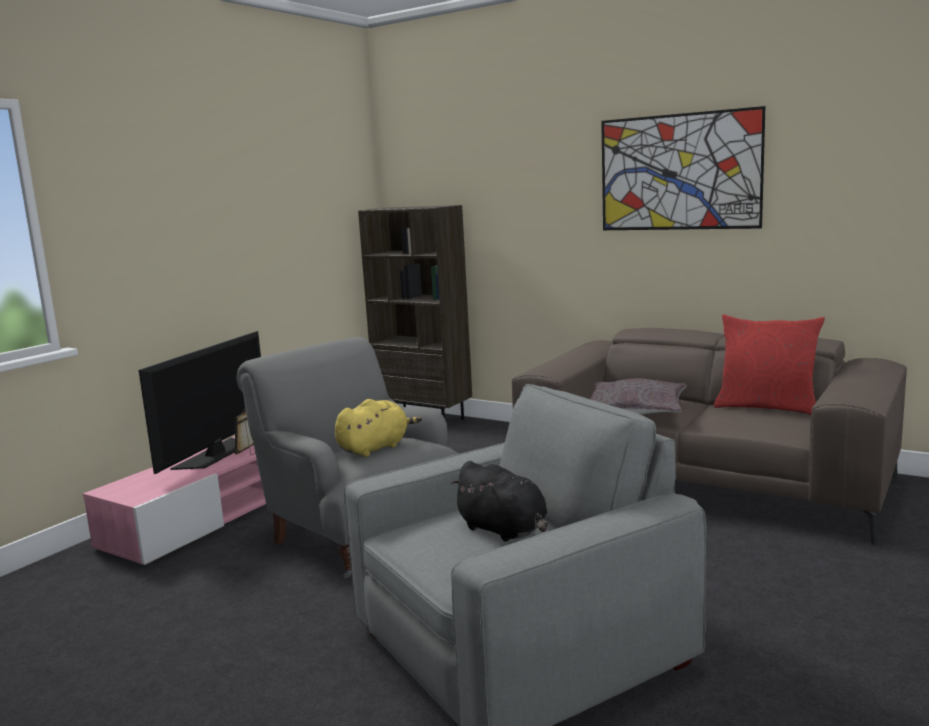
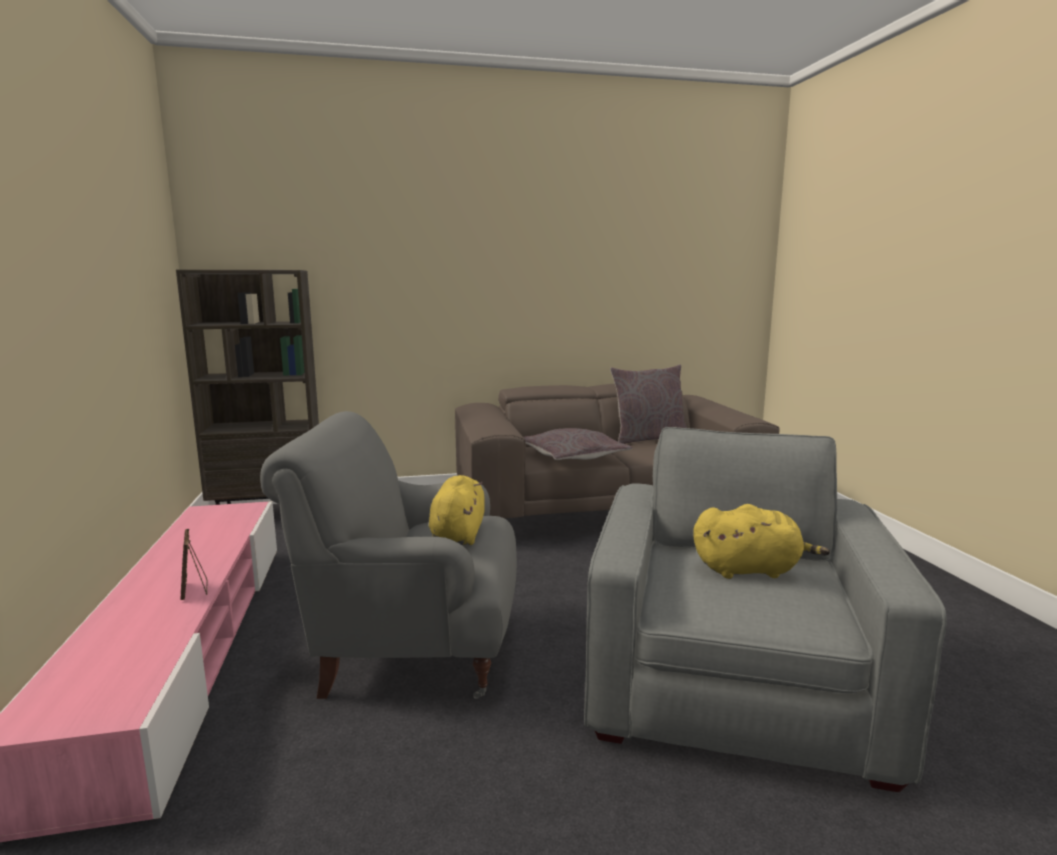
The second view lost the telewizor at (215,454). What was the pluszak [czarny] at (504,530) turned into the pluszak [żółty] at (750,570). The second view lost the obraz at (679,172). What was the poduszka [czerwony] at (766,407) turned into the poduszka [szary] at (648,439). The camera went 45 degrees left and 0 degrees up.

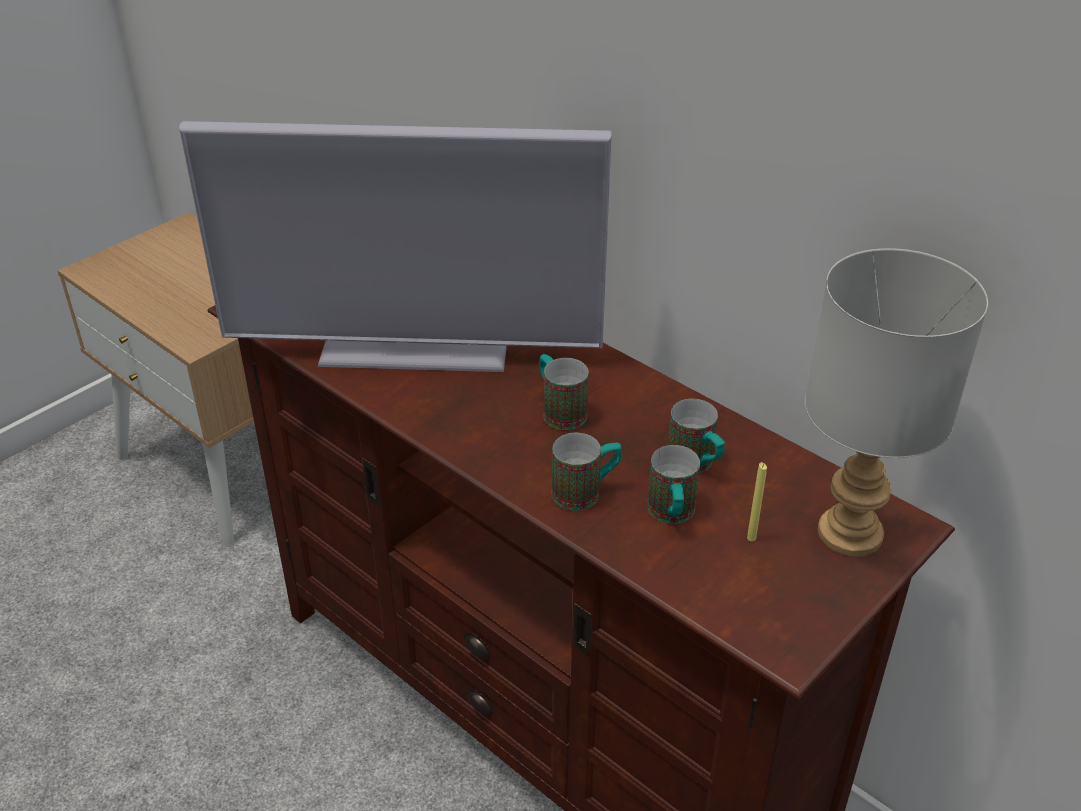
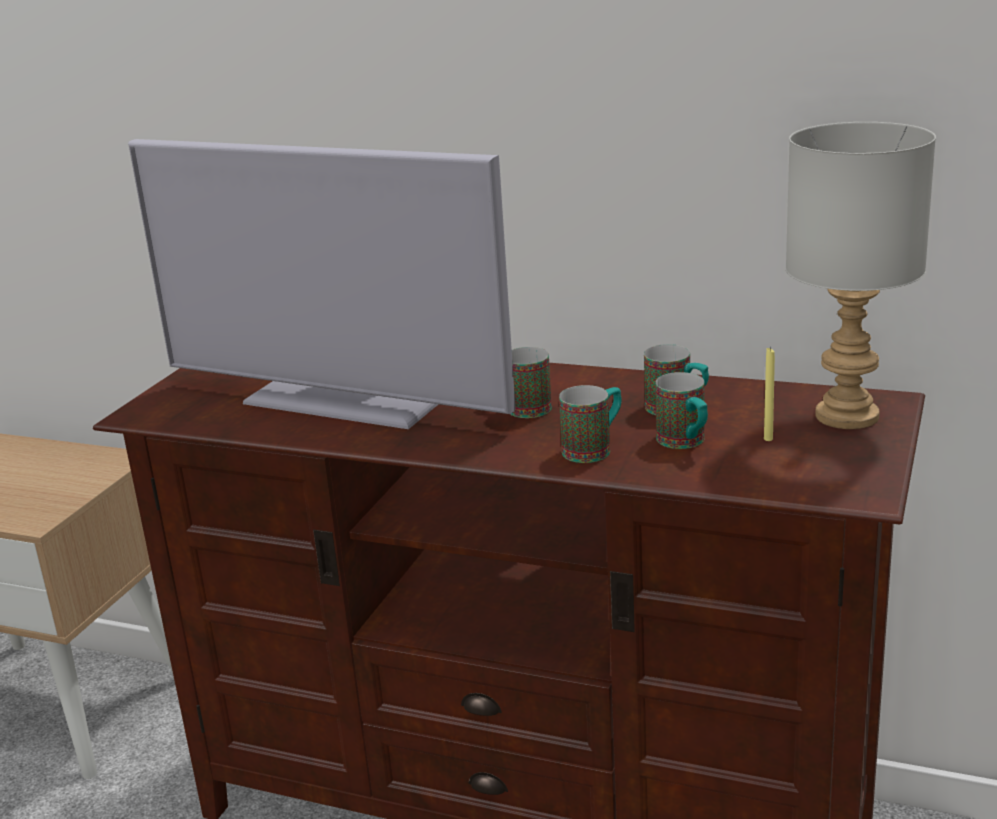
The telewizor at (414,349) ended up facing another way, 45 degrees clockwise from before. The camera went 20 degrees left and 15 degrees down.

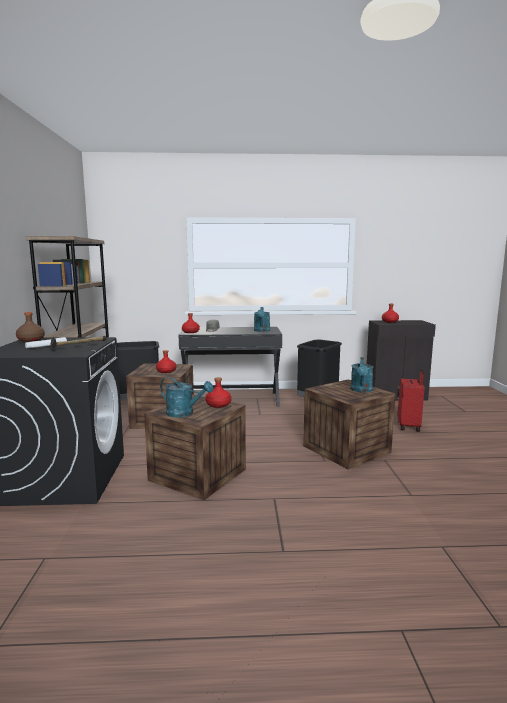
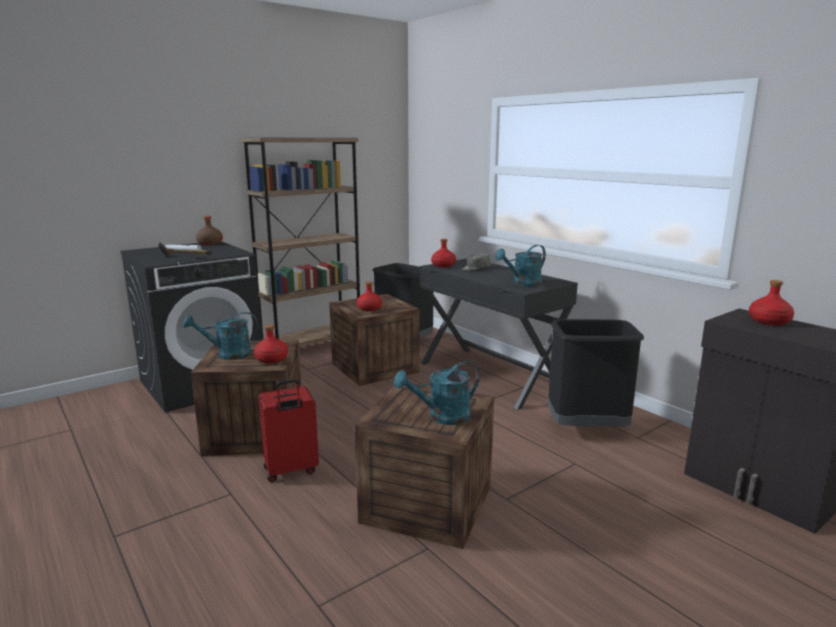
The konewka [turkusowy] at (184,413) ended up facing another way, 90 degrees clockwise from before. The walizka [czerwony] ended up elsewhere, having gone from (409,426) to (291,471). The camera went 55 degrees right and 5 degrees up.

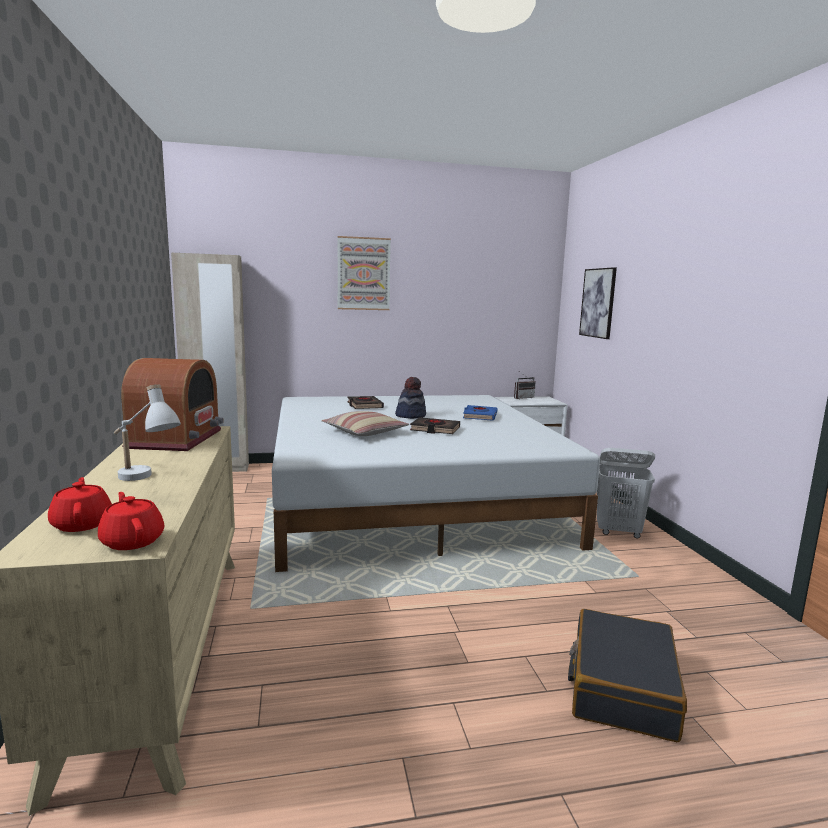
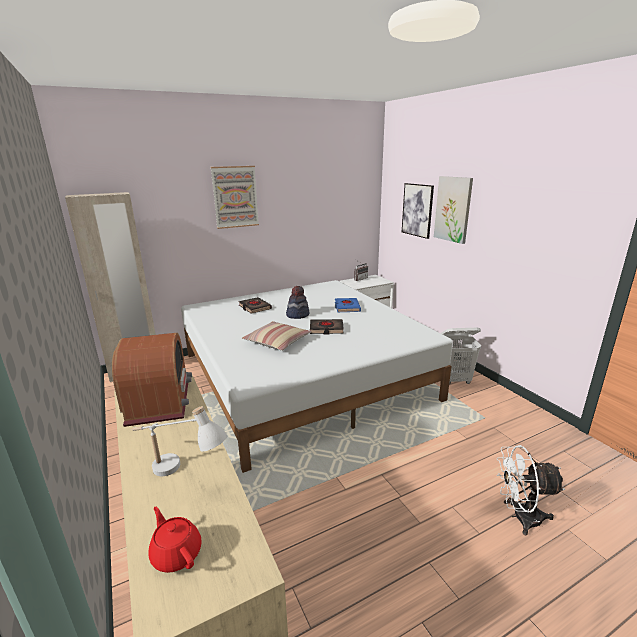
The second view lost the imbryk [czerwony] at (132,541). Where the walizka [czarny] stood at (621,687), the wentylator [biały] came to stand at (519,517). The second view gained the obraz at (453,209). The camera went 15 degrees left and 10 degrees up.

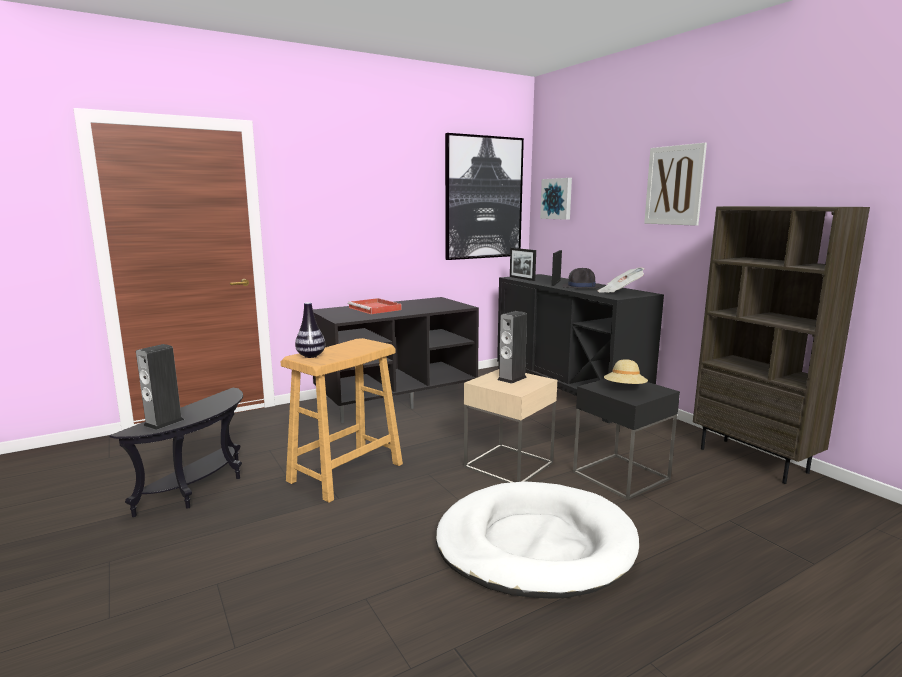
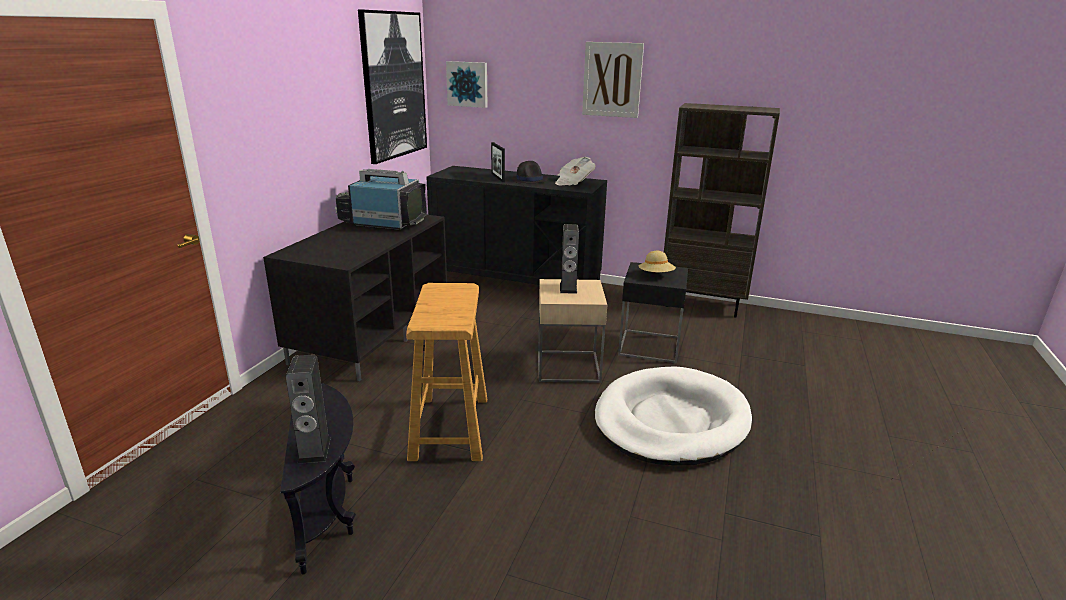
The second view lost the wazon at (311,356). The second view lost the taca [czerwony] at (375,309). The second view lost the ramka na zdjęcie at (522,278). The second view gained the telewizor at (383,223). The camera went 40 degrees left and 10 degrees up.

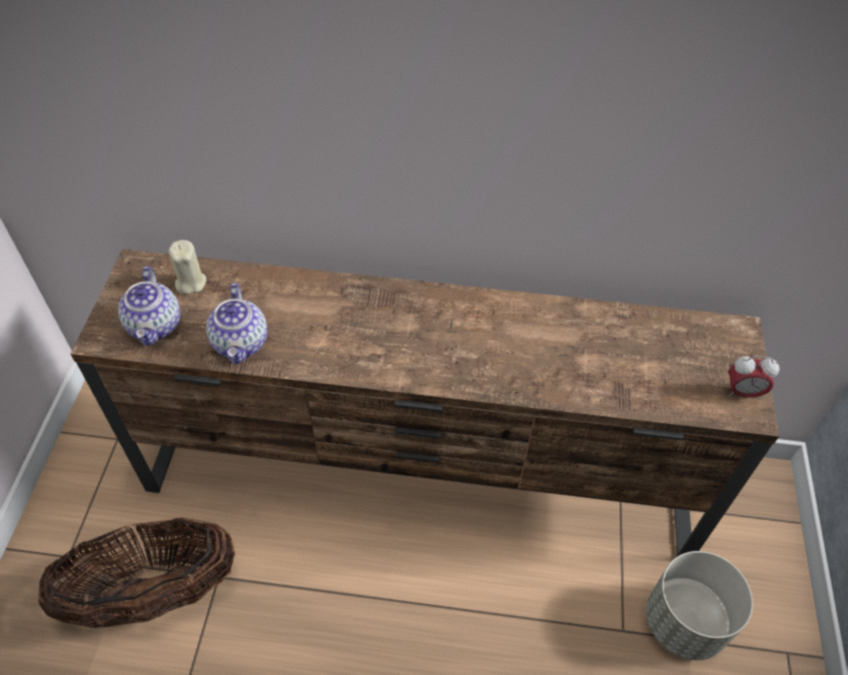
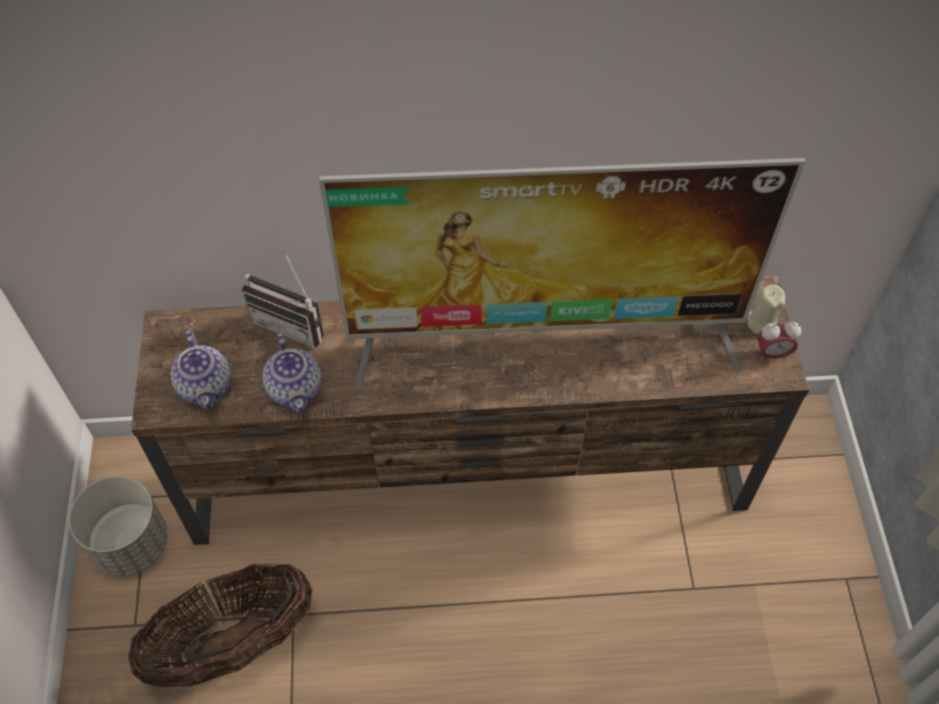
The świeca [beżowy] ended up elsewhere, having gone from (190,282) to (761,322). The donica [szary] ended up elsewhere, having gone from (685,622) to (132,544). The second view gained the radio at (293,323). The second view gained the telewizor at (545,338). The camera went 10 degrees left and 5 degrees up.

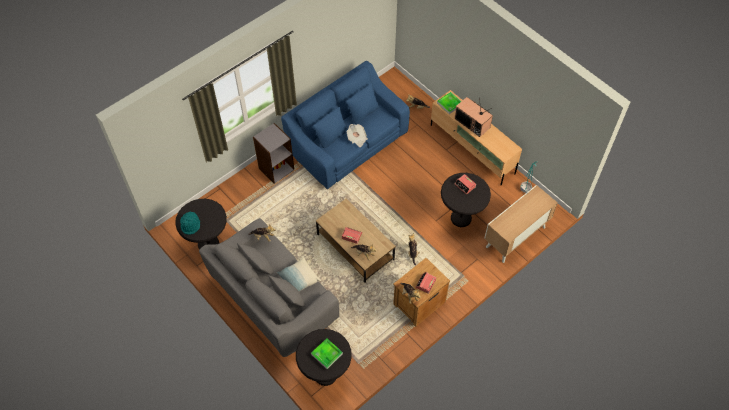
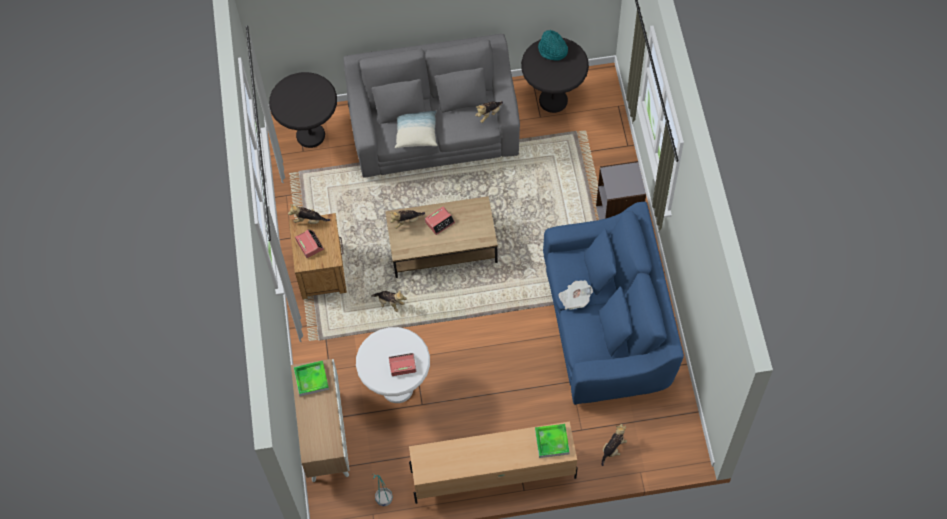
The taca ended up elsewhere, having gone from (327,354) to (311,379). What was the stolik [czarny] at (461,218) turned into the stolik [biały] at (397,388). The second view lost the telewizor at (473,123). The camera went 125 degrees right and 5 degrees up.

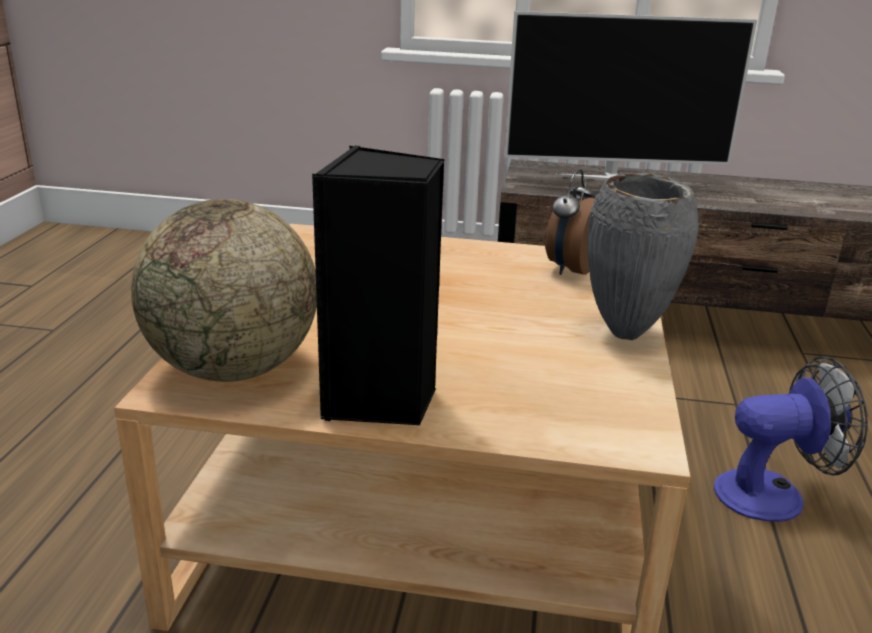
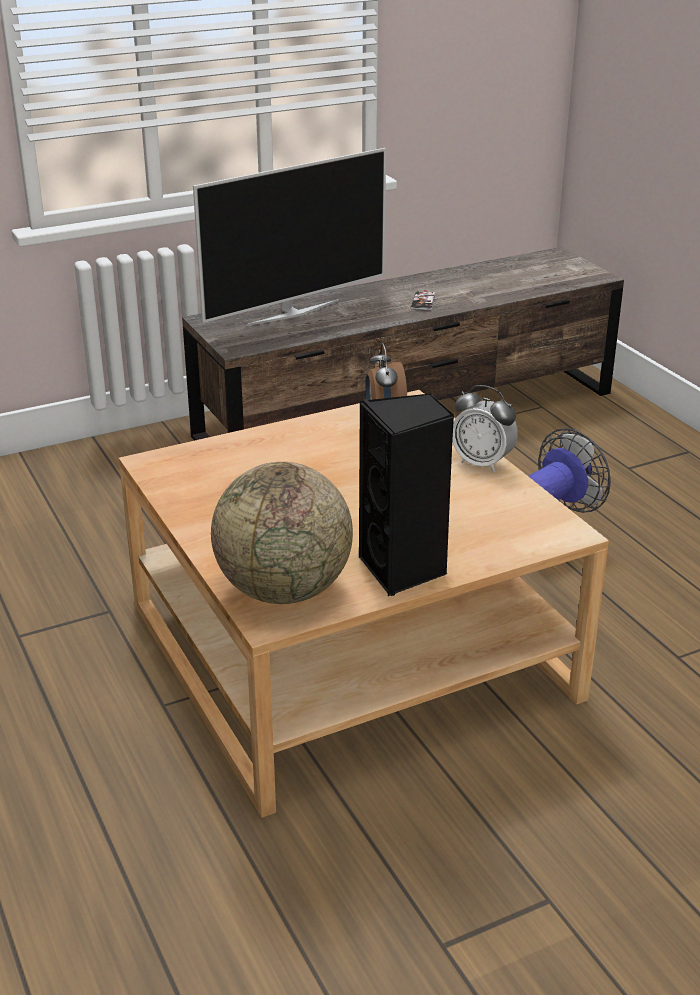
Where the wazon [szary] stood at (628,335), the budzik came to stand at (482,463). The second view gained the telefon at (423,302). The camera went 35 degrees left and 5 degrees up.

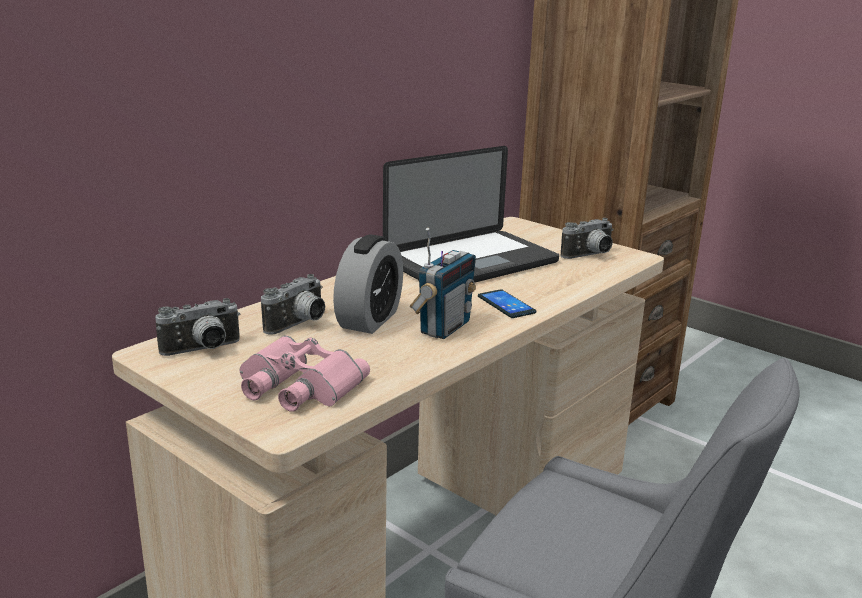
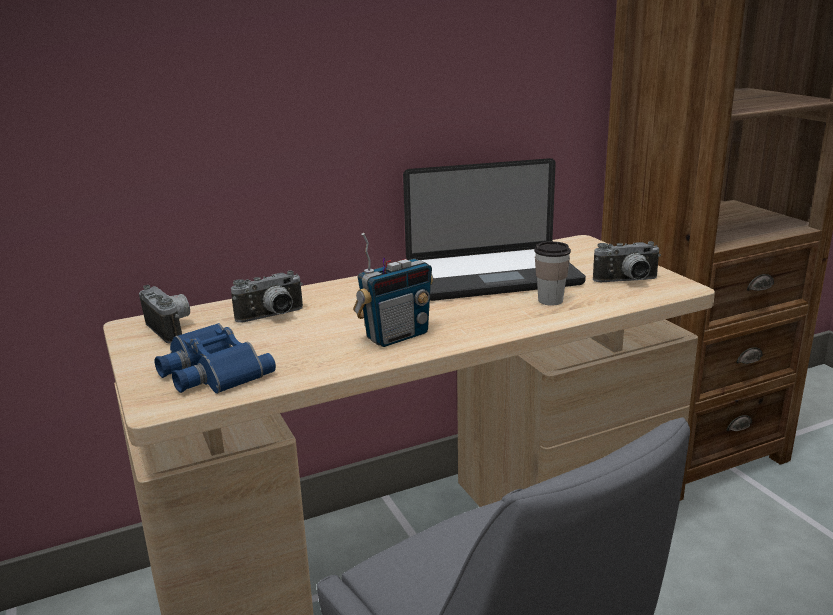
The aparat fotograficzny at (203,350) ended up facing another way, 120 degrees counterclockwise from before. What was the lornetka [różowy] at (297,386) turned into the lornetka [niebieski] at (210,371). The second view lost the budzik at (369,319). The second view lost the telefon at (506,305). The second view gained the filiżanka at (550,300). The camera went 25 degrees right and 0 degrees up.

